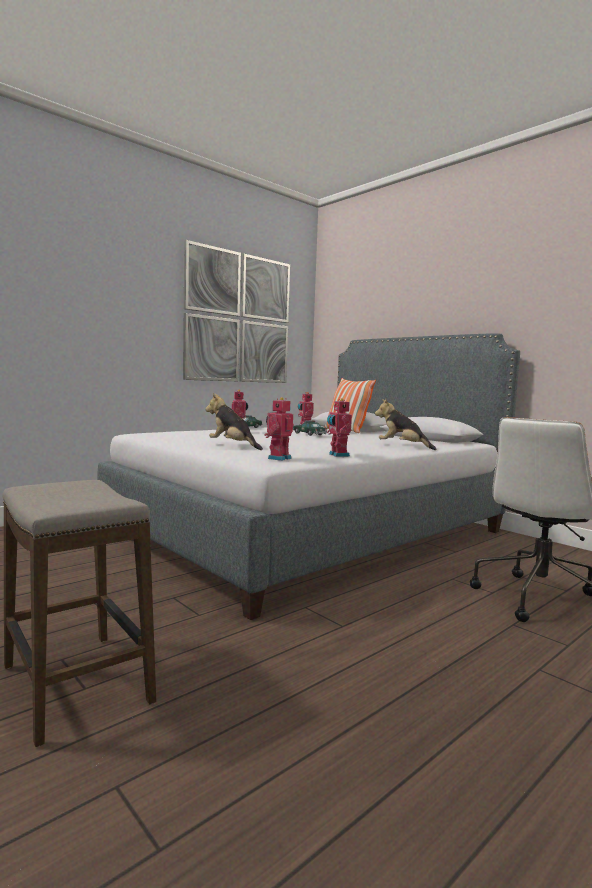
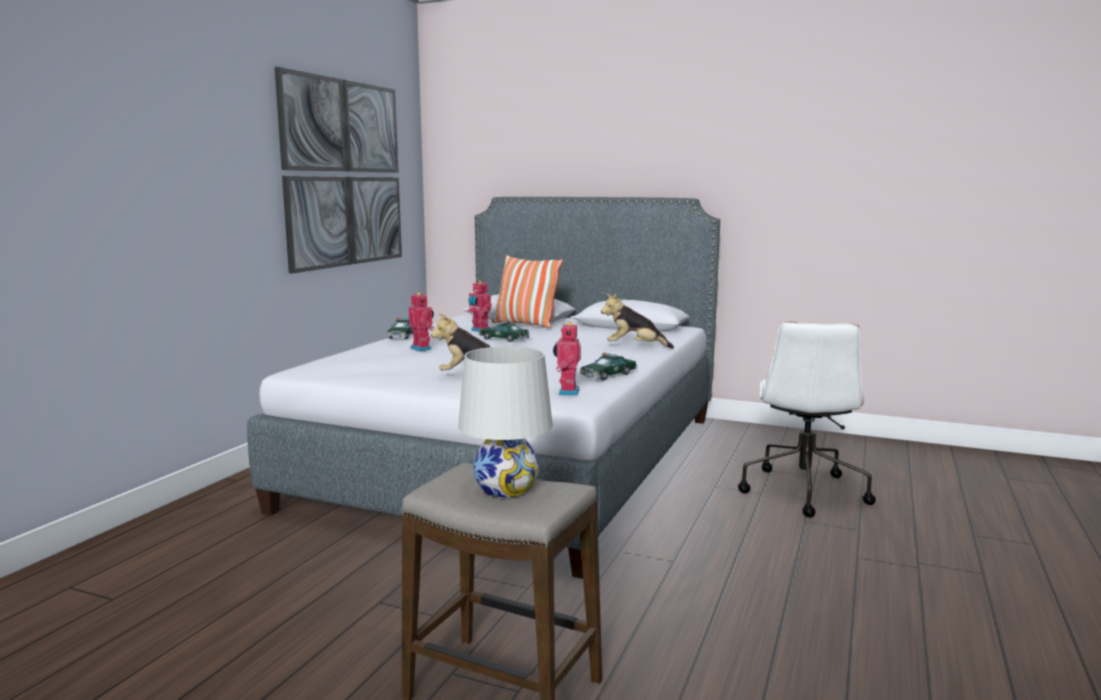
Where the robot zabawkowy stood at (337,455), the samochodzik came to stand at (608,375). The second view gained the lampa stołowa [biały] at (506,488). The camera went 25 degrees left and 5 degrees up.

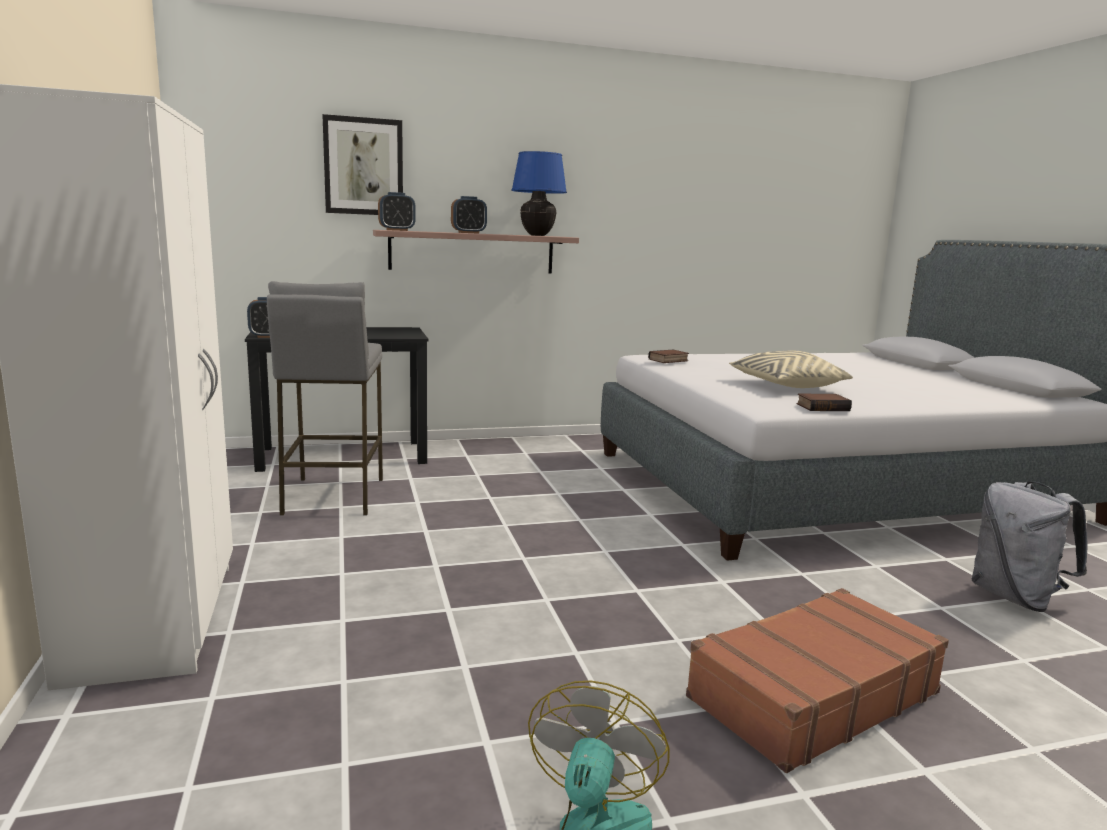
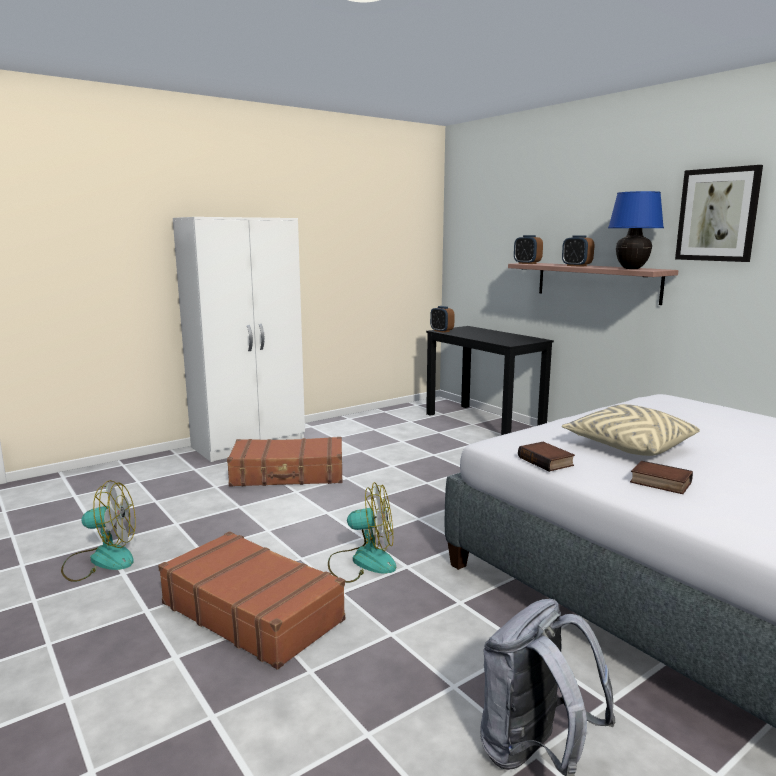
The second view lost the stołek [szary] at (332,496). The obraz ended up elsewhere, having gone from (363,166) to (717,215). The książka ended up elsewhere, having gone from (668,360) to (659,483). The second view gained the walizka [brązowy] at (288,474). The second view gained the wentylator at (363,562). The camera went 70 degrees right and 0 degrees up.

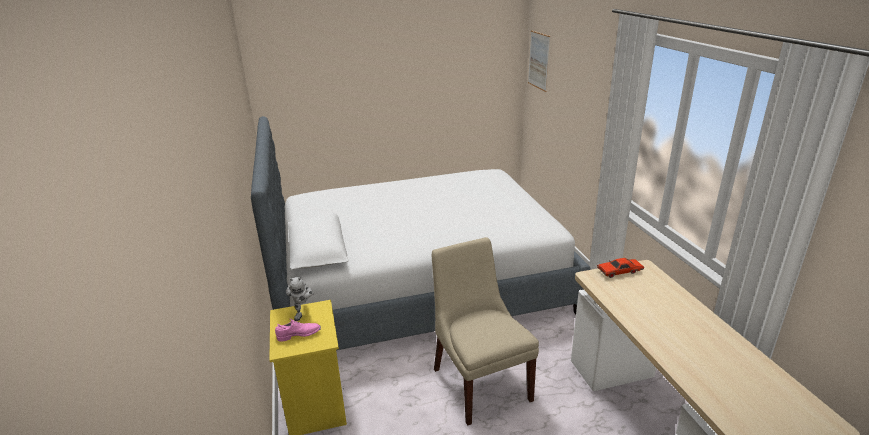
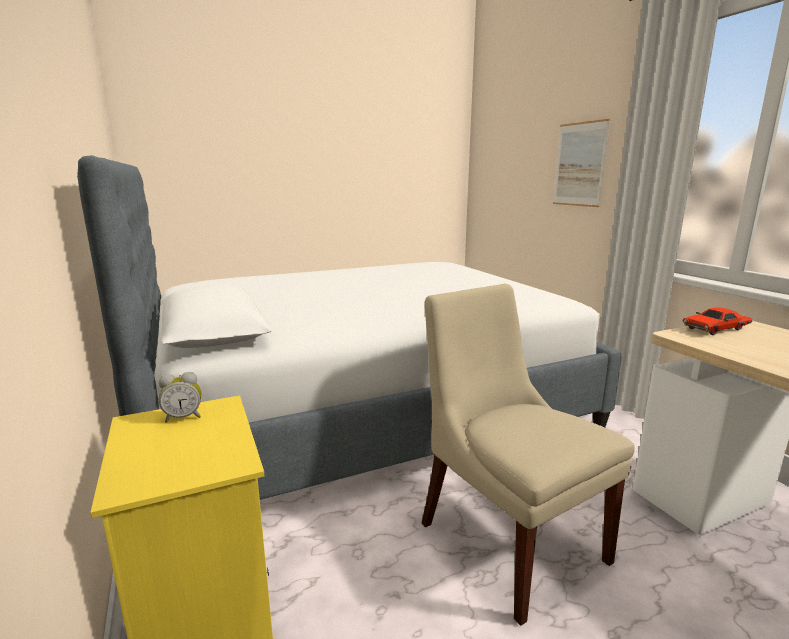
The second view lost the but [różowy] at (299,335). Where the robot zabawkowy stood at (303,312), the budzik came to stand at (183,417). The obraz ended up elsewhere, having gone from (538,60) to (580,164). The camera went 10 degrees left and 10 degrees down.

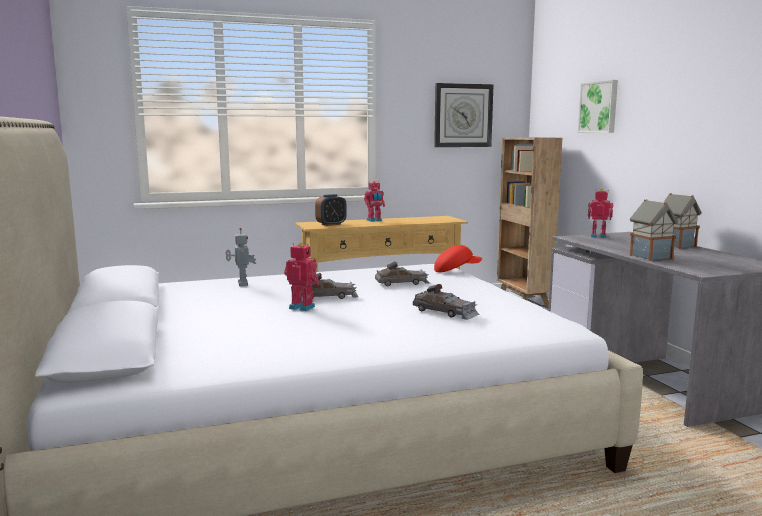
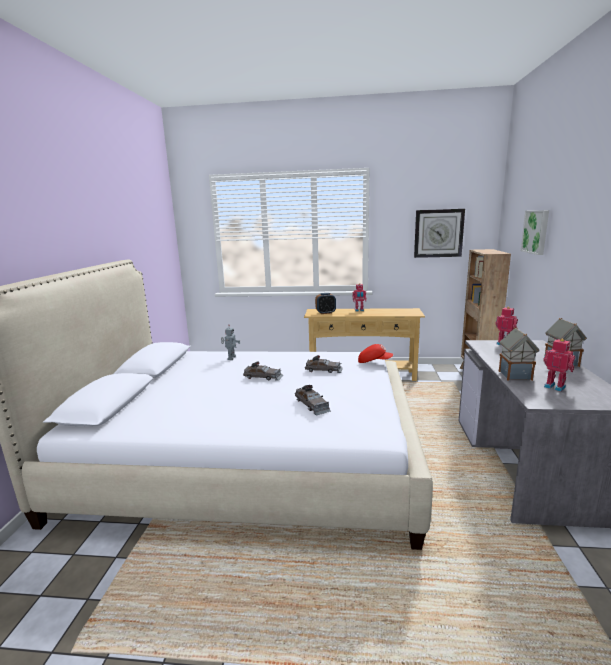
The robot zabawkowy ended up elsewhere, having gone from (303,307) to (555,386). The camera went 25 degrees right and 5 degrees up.

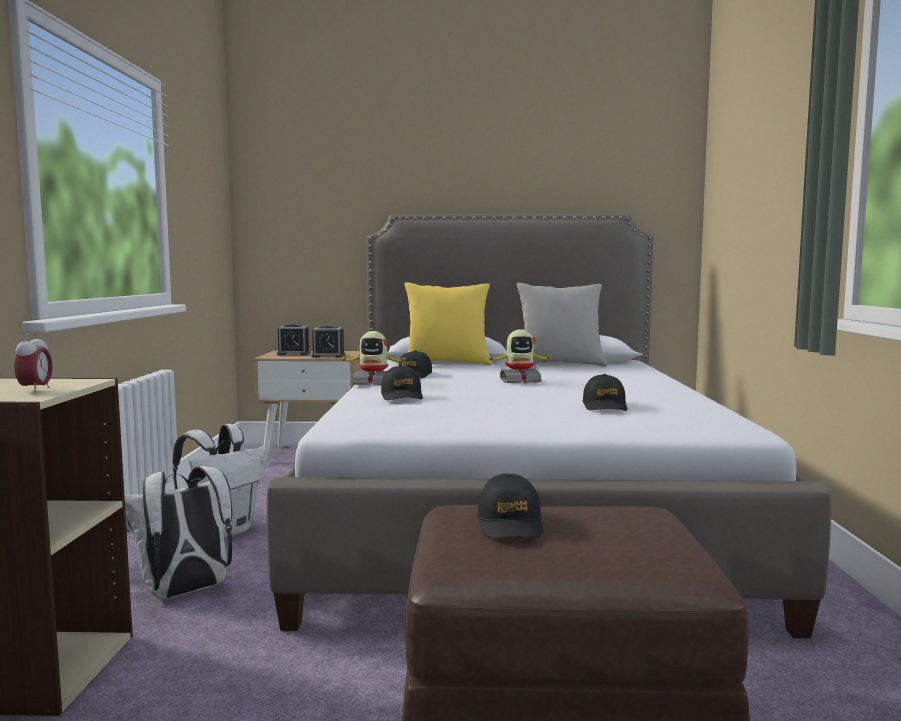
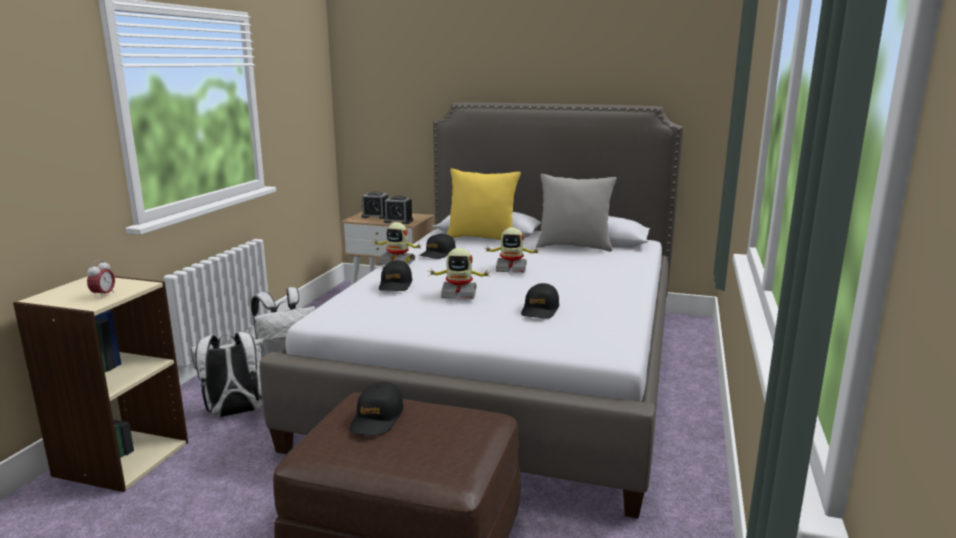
The second view gained the robot zabawkowy at (459,294). The camera went 15 degrees right and 10 degrees up.

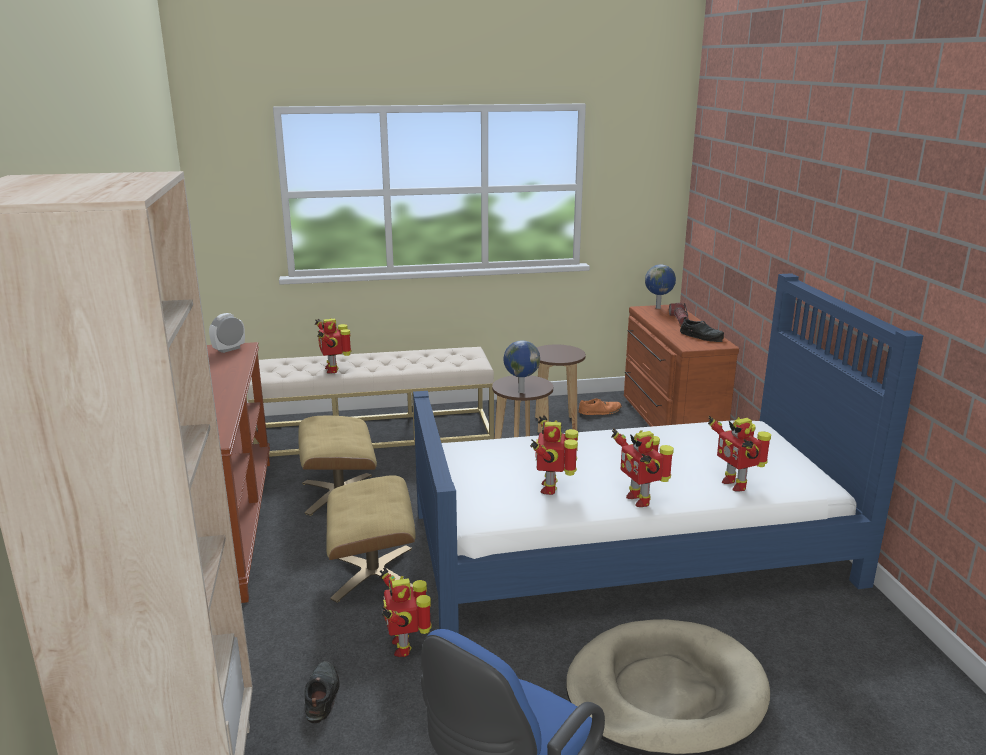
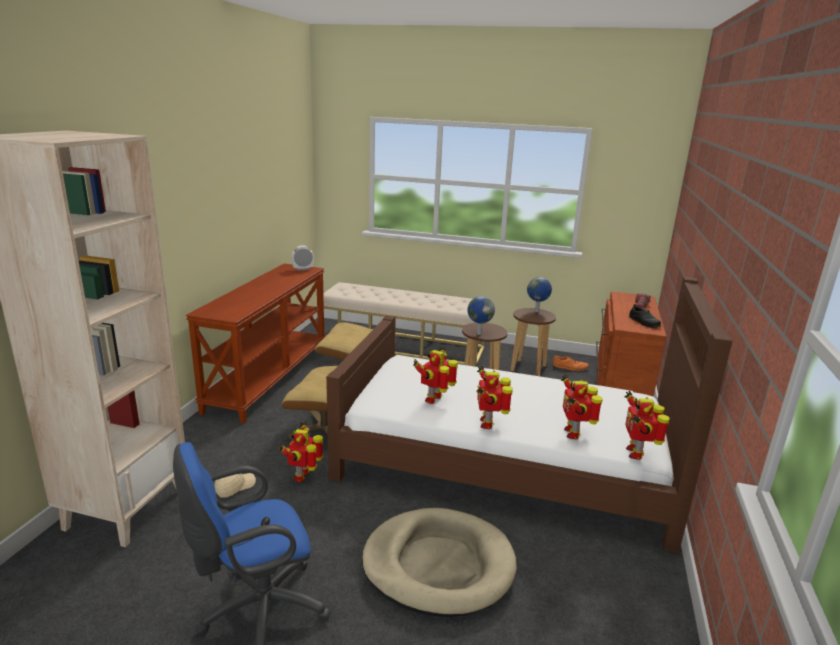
Where the but [czarny] stood at (321,695), the czapka z daszkiem [beżowy] came to stand at (235,487). The robot zabawkowy ended up elsewhere, having gone from (333,369) to (636,453). What was the łóżko [niebieski] at (629,546) turned into the łóżko [brązowy] at (505,462). The globus ended up elsewhere, having gone from (658,308) to (537,311). The camera went 25 degrees right and 0 degrees up.

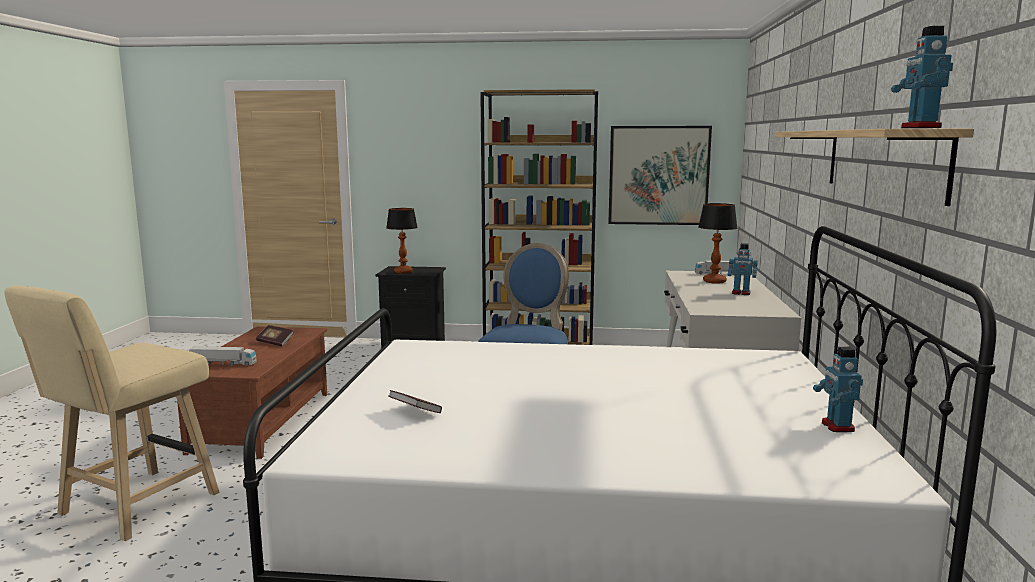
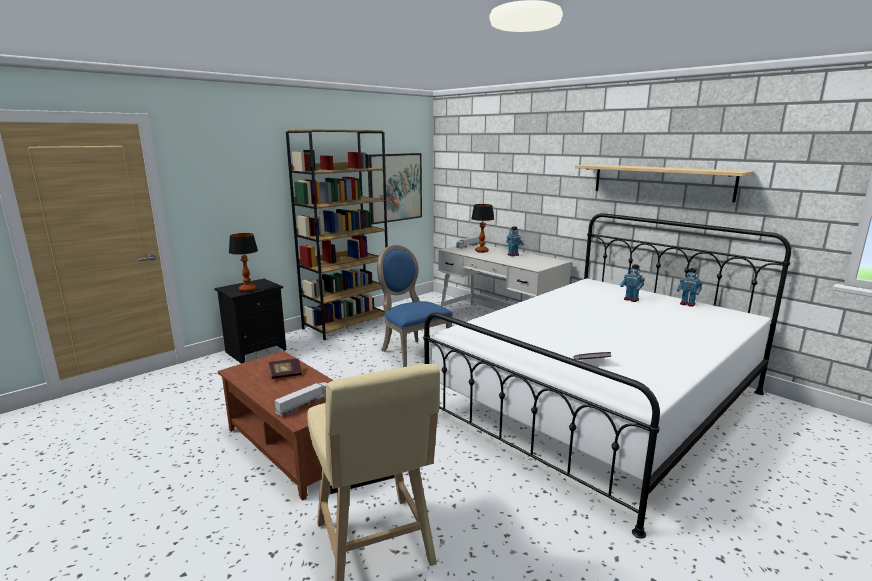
The robot zabawkowy ended up elsewhere, having gone from (919,128) to (631,299). The camera went 50 degrees left and 5 degrees up.

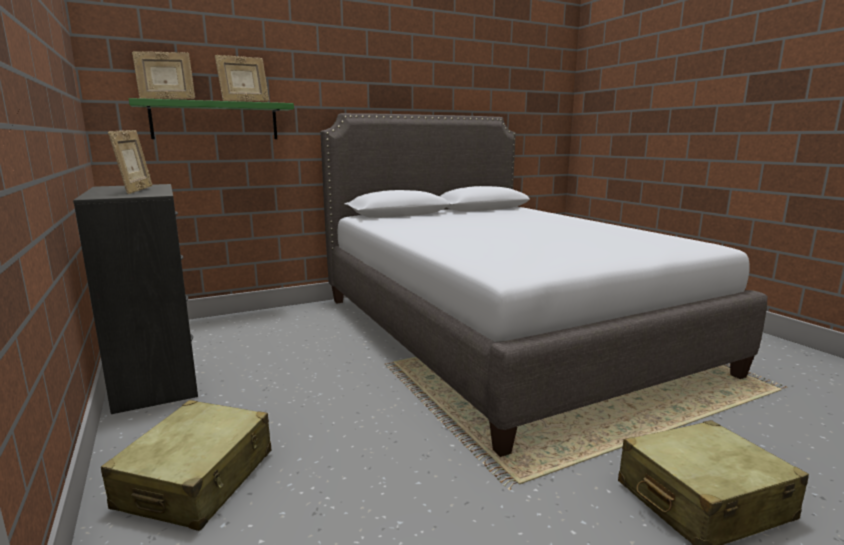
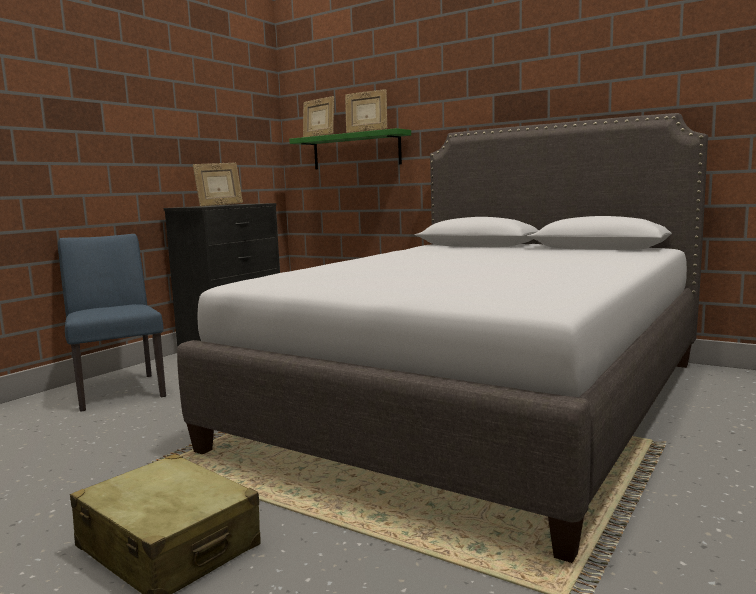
Where the walizka [beżowy] stood at (197,479), the krzesło [niebieski] came to stand at (119,389). The camera went 60 degrees right and 5 degrees down.

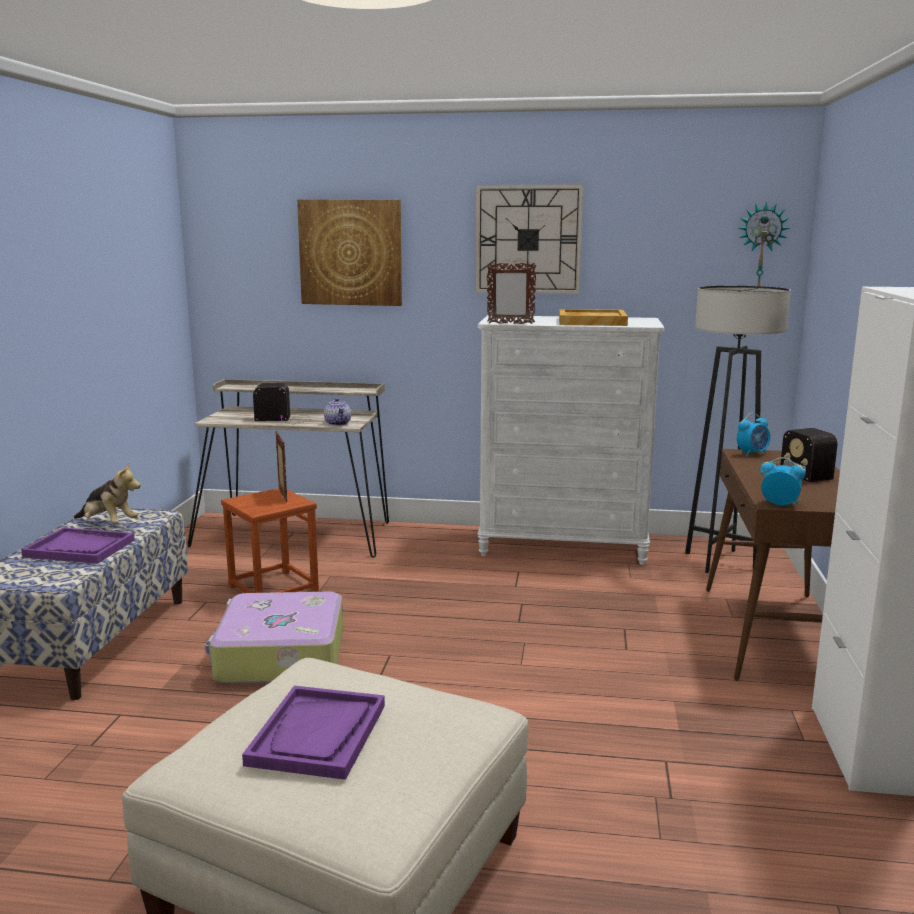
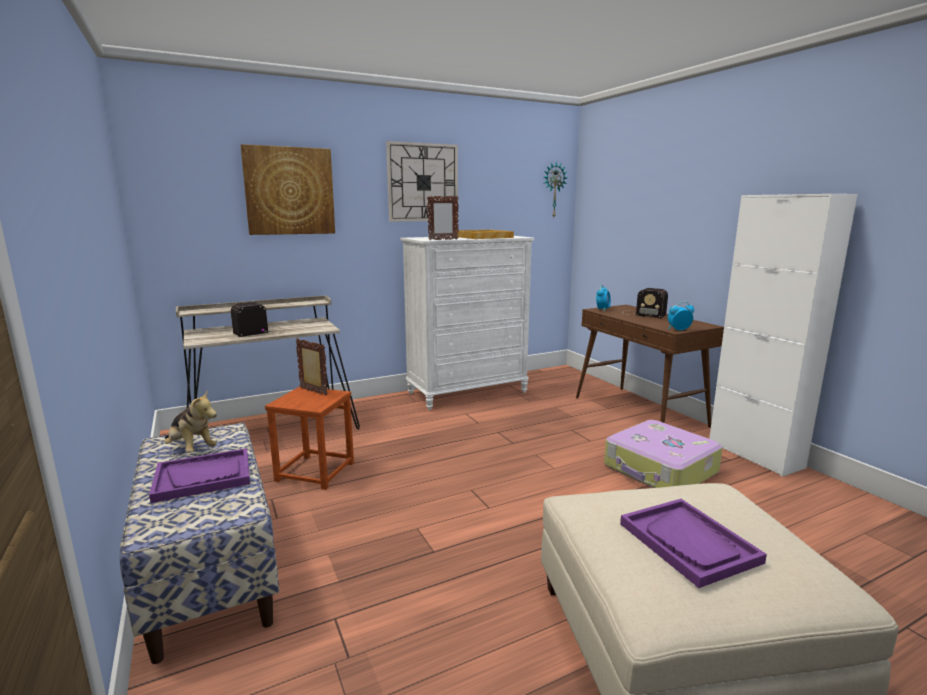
The pluszak at (108,524) ended up facing another way, 45 degrees clockwise from before. The walizka ended up elsewhere, having gone from (279,656) to (660,470). The second view lost the imbryk at (338,423). The second view lost the lampa stojąca [szary] at (720,561). The camera went 35 degrees left and 0 degrees up.

